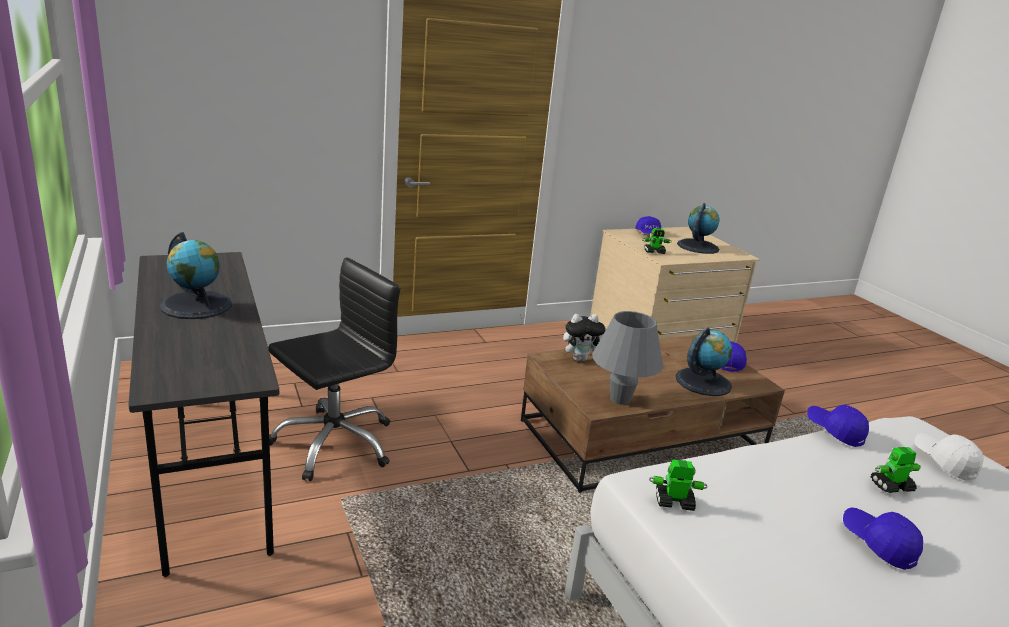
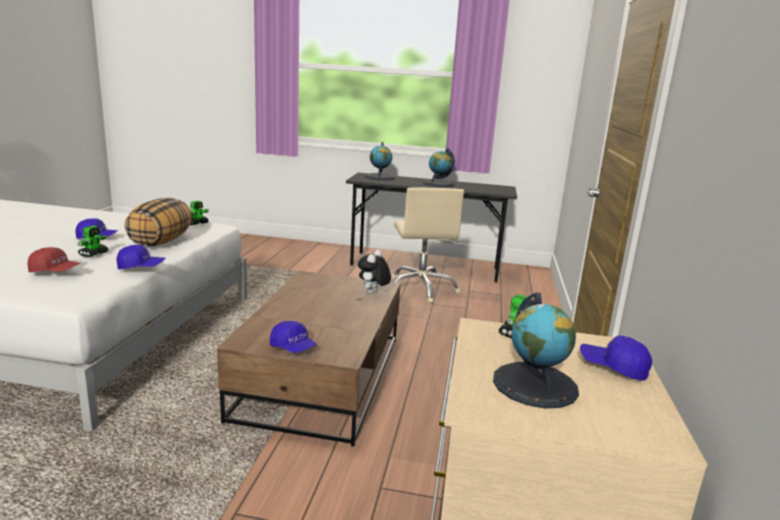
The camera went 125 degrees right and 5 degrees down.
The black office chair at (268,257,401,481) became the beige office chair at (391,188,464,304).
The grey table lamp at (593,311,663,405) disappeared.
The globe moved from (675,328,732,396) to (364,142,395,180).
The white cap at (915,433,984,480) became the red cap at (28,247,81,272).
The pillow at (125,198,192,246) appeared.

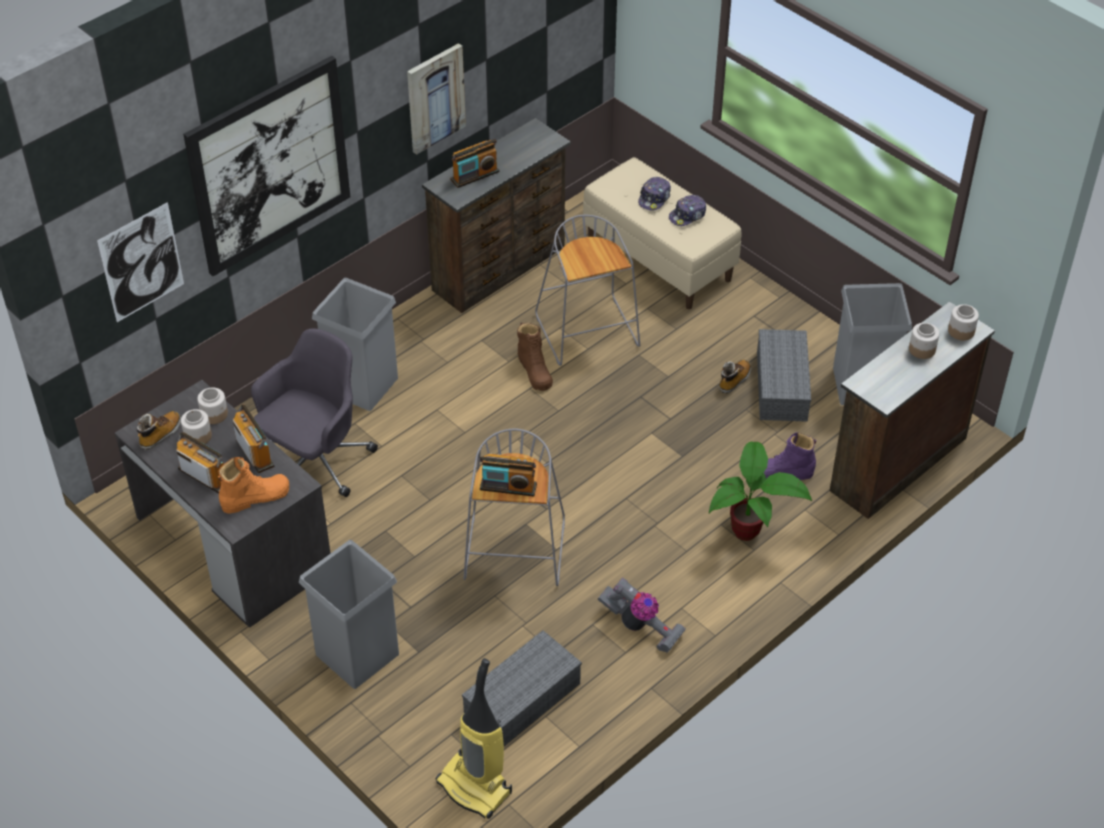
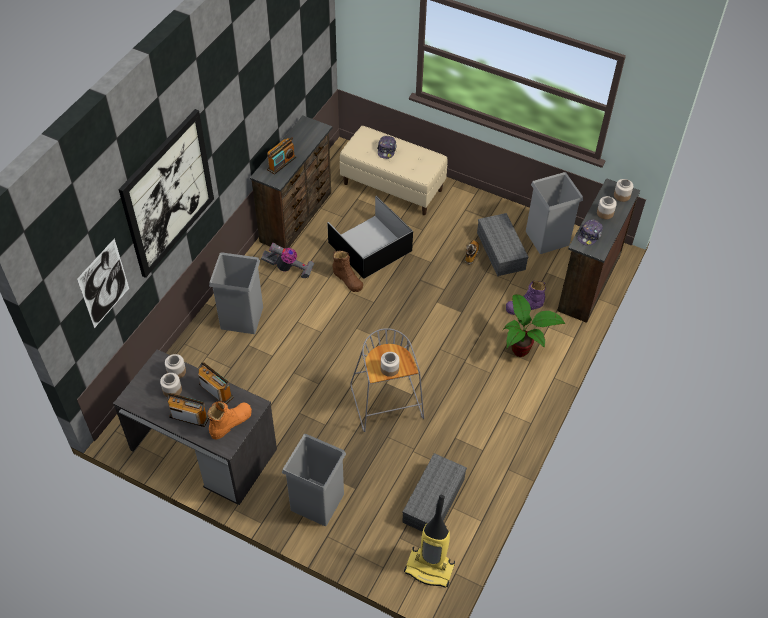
The camera went 20 degrees left and 5 degrees up.
The boot at (136,411,181,450) disappeared.
The grey office chair at (251,328,378,497) disappeared.
The picture at (407,43,466,155) disappeared.
The radio at (480,453,537,496) was replaced by the jar at (381,352,399,377).
The grey stool at (535,215,640,366) was replaced by the black storage box at (327,196,413,279).
The vacuum cleaner moved from (598,577,686,653) to (261,243,314,279).
The cap moved from (669,195,706,226) to (578,219,603,246).

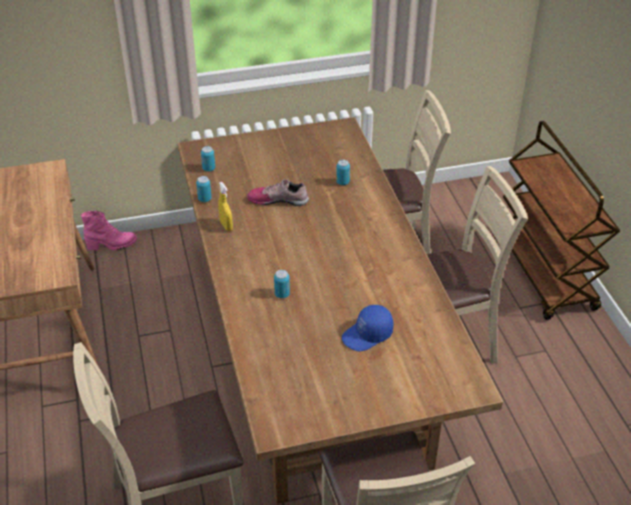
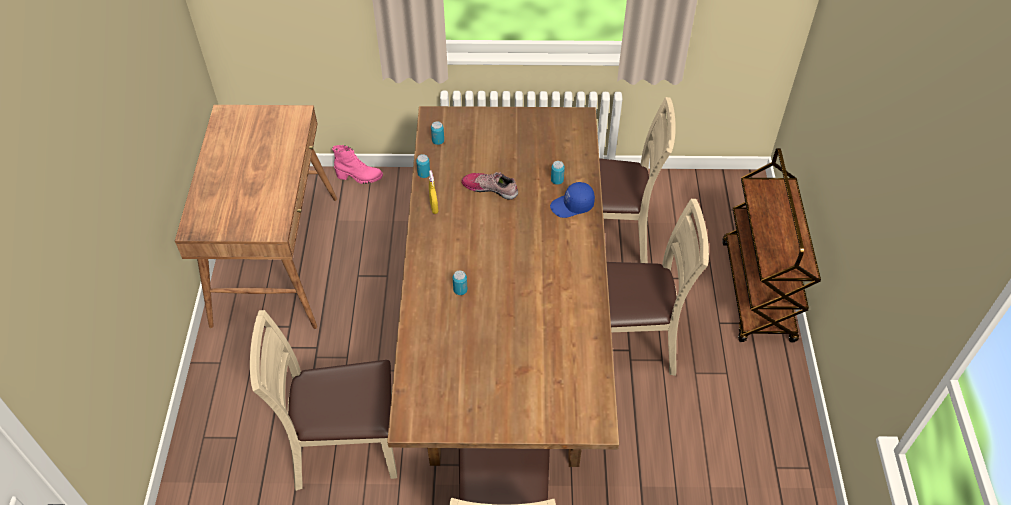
The camera went 15 degrees right and 10 degrees up.
The blue cap moved from (342,305,394,351) to (550,182,595,218).

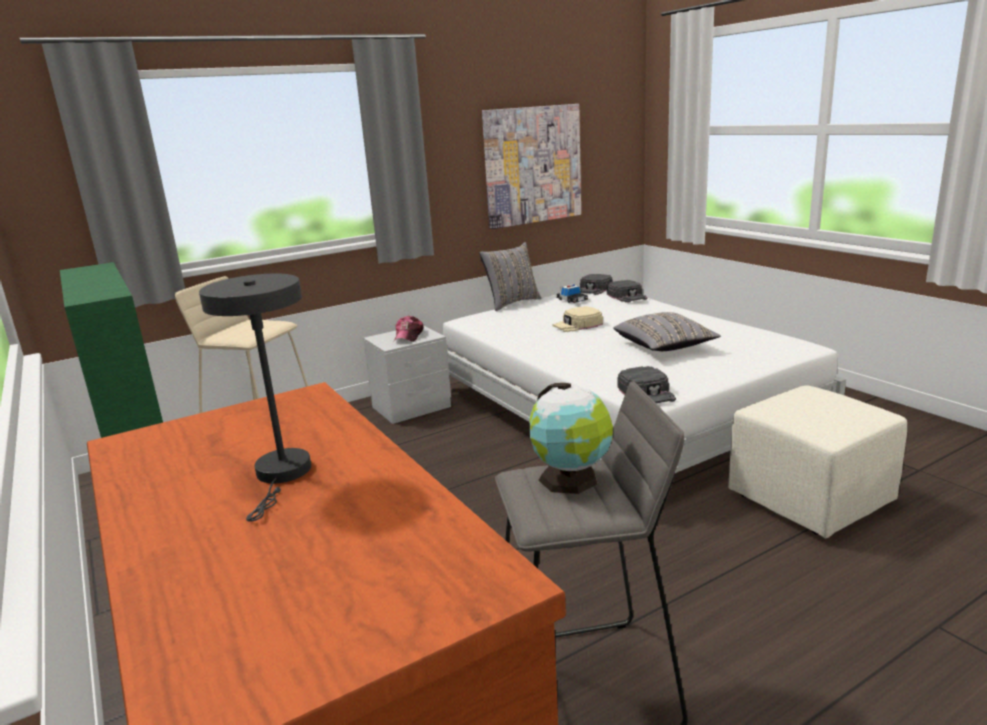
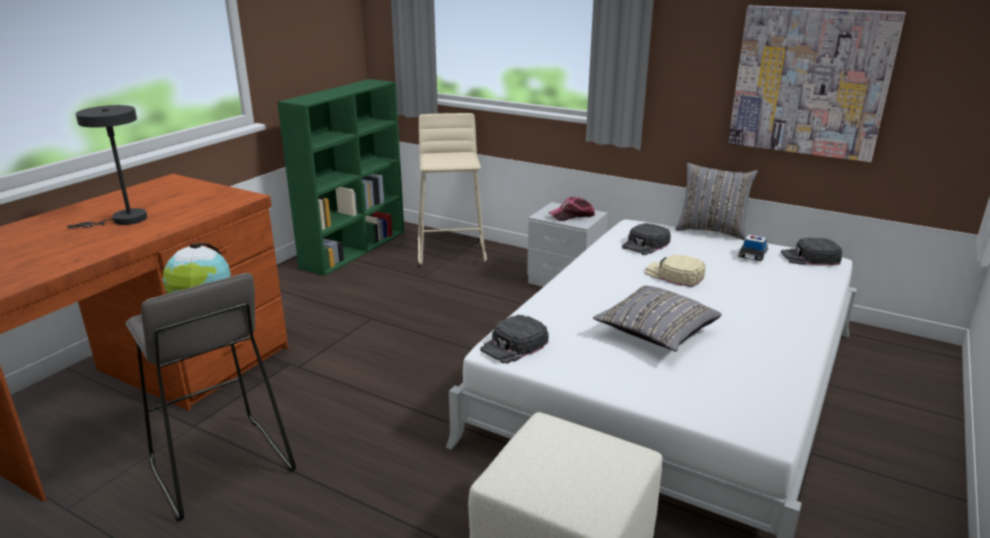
The camera went 60 degrees right and 5 degrees up.
The black cap moved from (607,280,647,302) to (622,223,671,255).

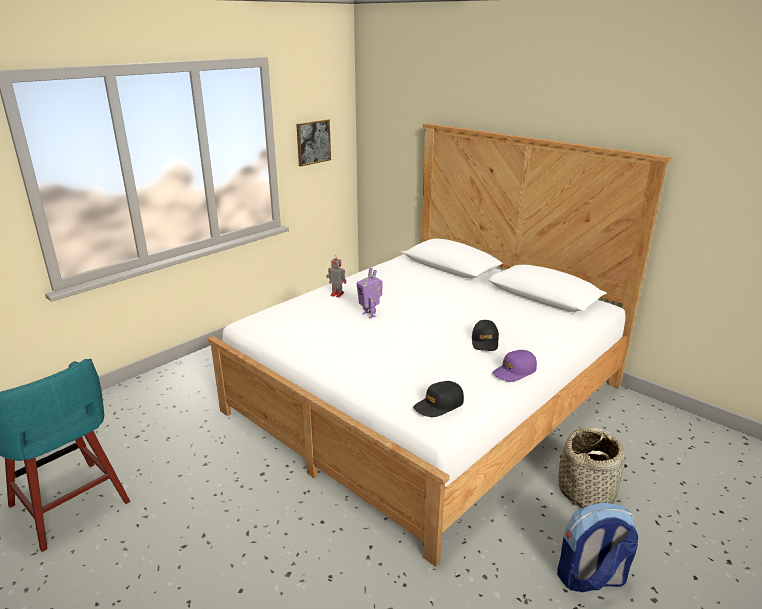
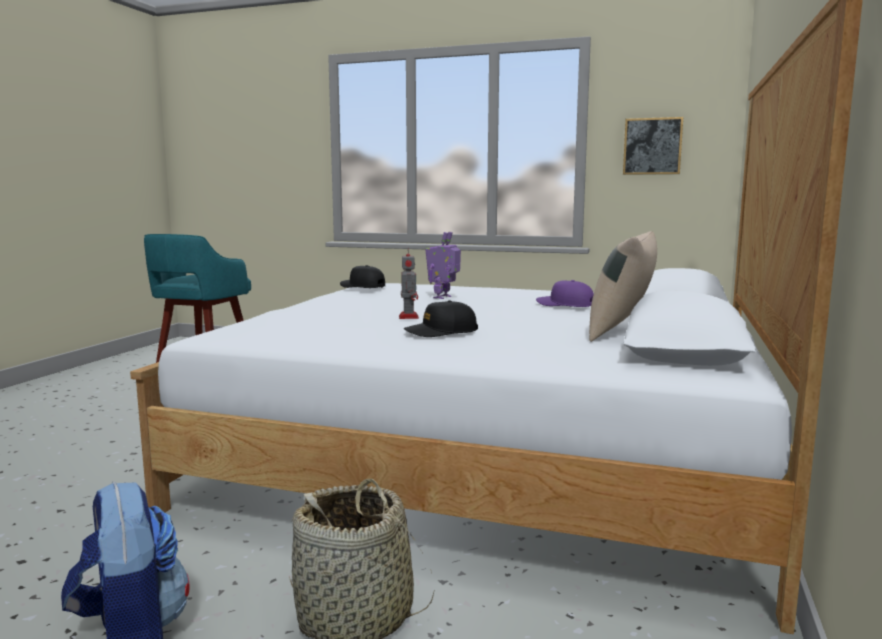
The camera went 65 degrees right and 15 degrees down.
The toy robot moved from (326,255,346,297) to (399,253,419,319).
The black cap moved from (413,381,464,417) to (340,265,386,288).
The purple cap moved from (492,350,537,382) to (536,280,594,307).
The beige pillow at (589,231,657,342) appeared.

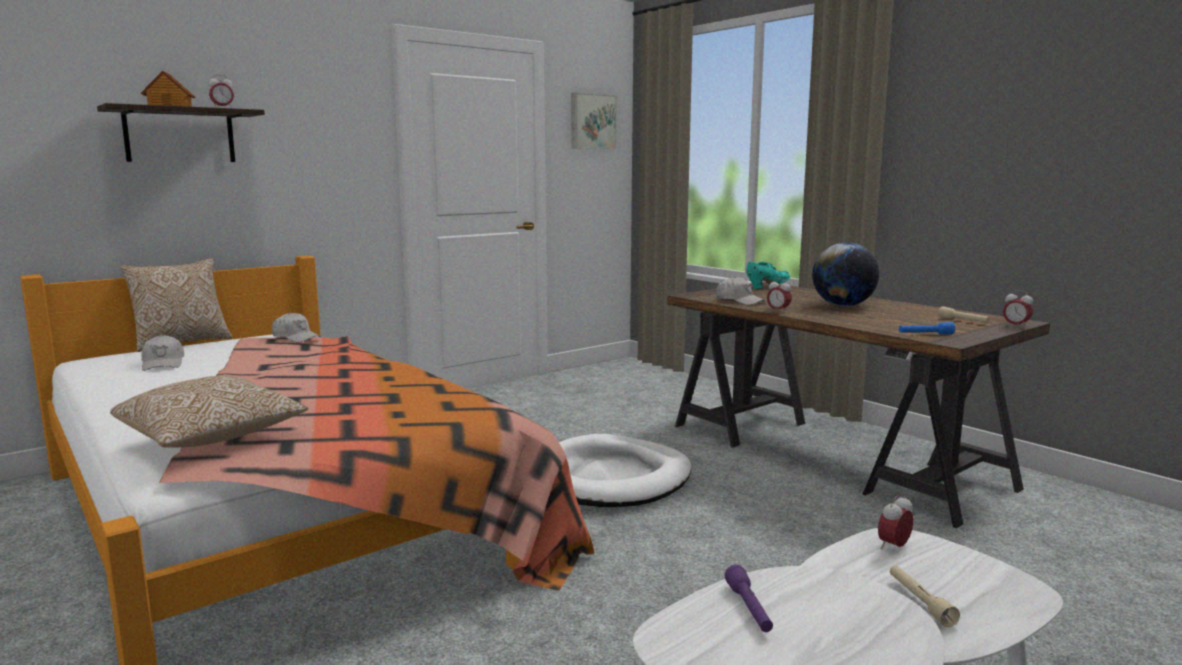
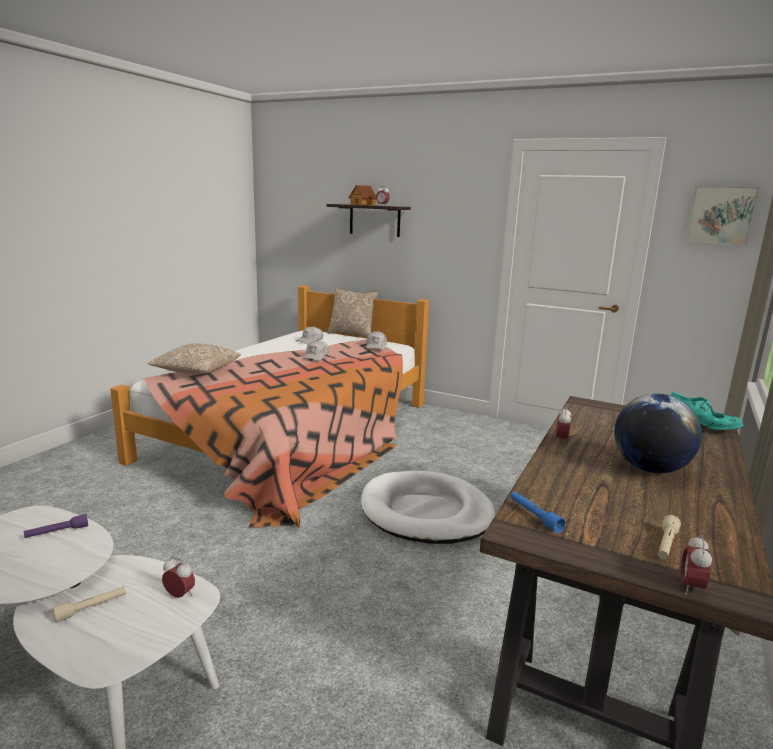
The camera went 65 degrees right and 5 degrees up.
The white cap moved from (716,276,765,305) to (302,340,329,361).

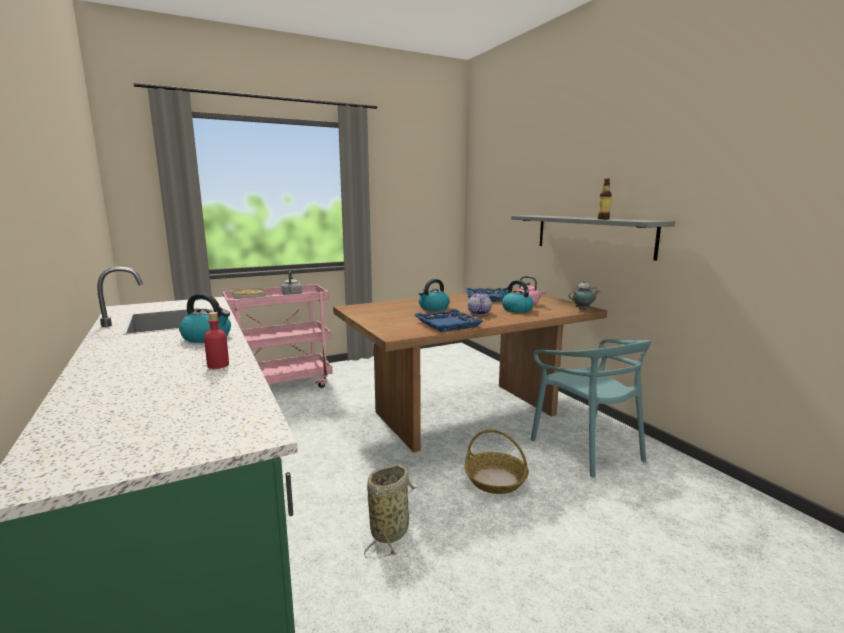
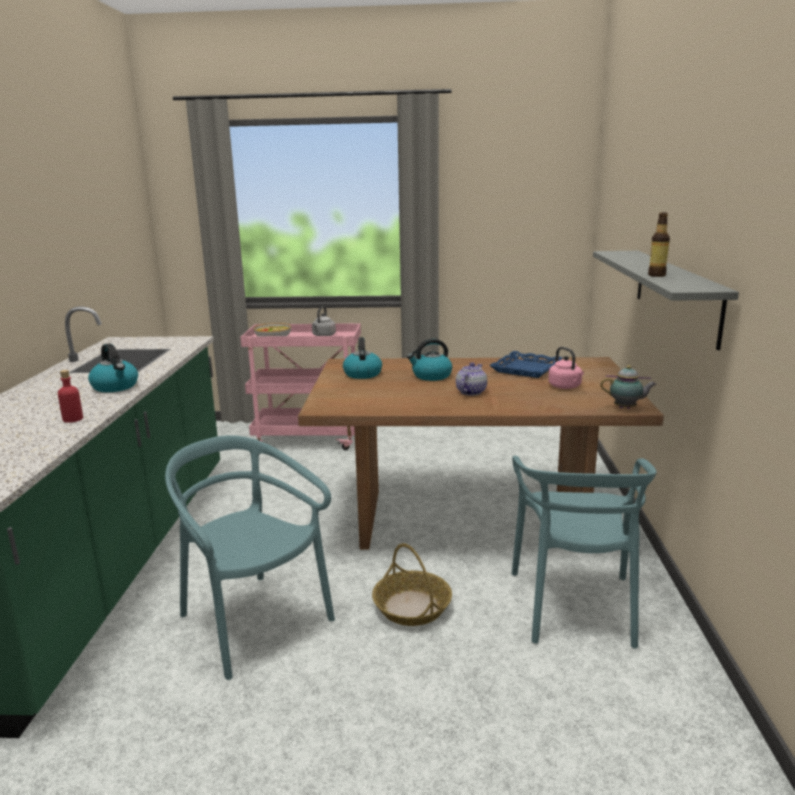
The camera went 30 degrees right and 5 degrees up.
The basket at (364,465,417,558) was replaced by the turquoise chair at (165,435,335,680).
The blue tray at (414,309,483,332) disappeared.
The kettle moved from (502,280,534,313) to (343,337,382,379).

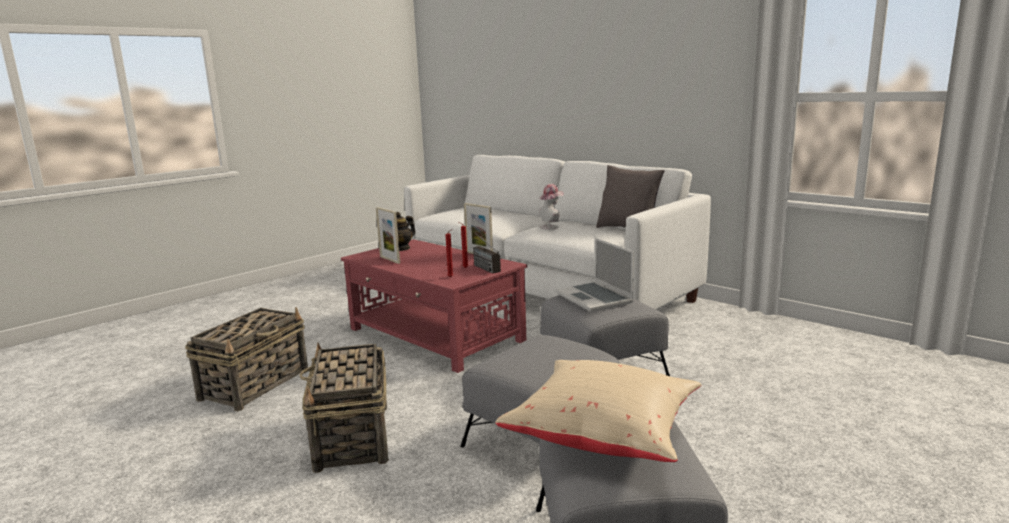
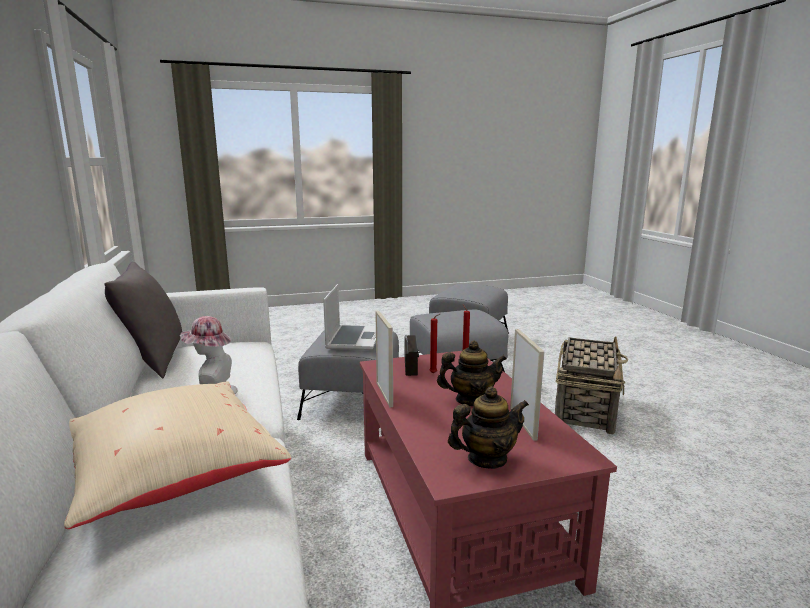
The camera went 150 degrees left and 0 degrees up.
The basket at (185,307,308,411) disappeared.
The beige pillow moved from (495,360,701,462) to (64,381,291,529).
The teapot at (437,340,507,406) appeared.

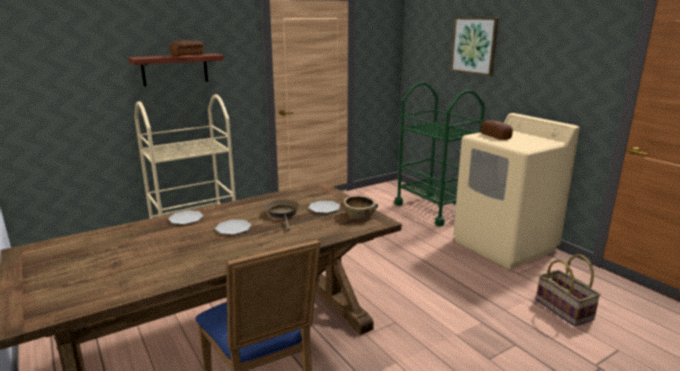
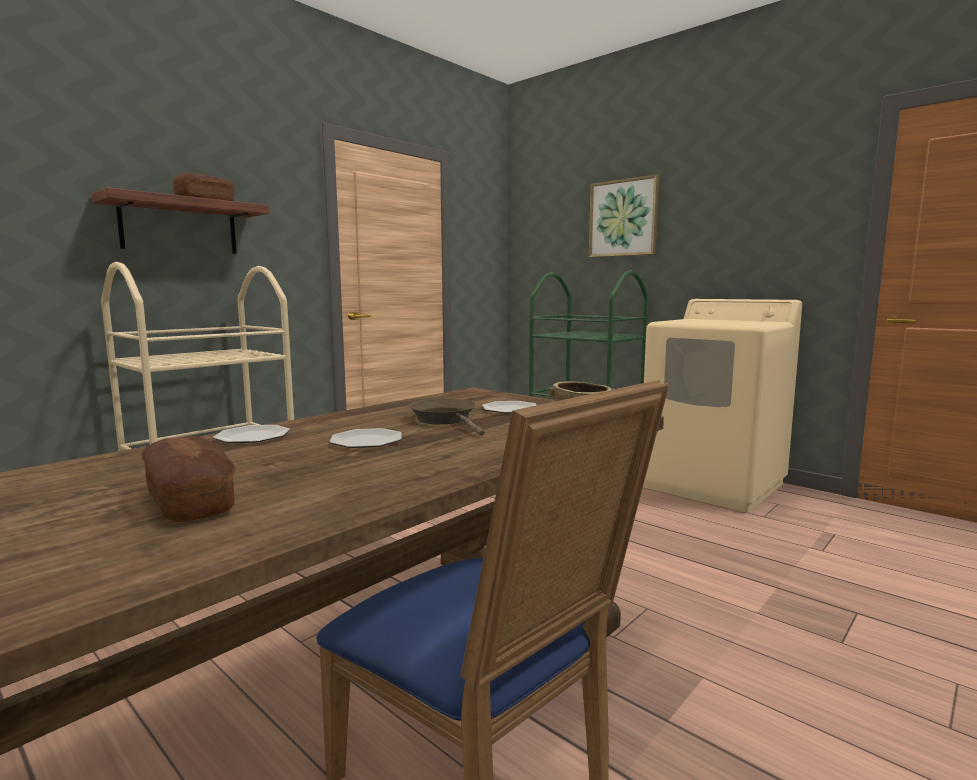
The camera went 15 degrees left and 10 degrees down.
The bread moved from (481,120,513,140) to (141,436,235,522).
The basket at (536,254,601,326) disappeared.

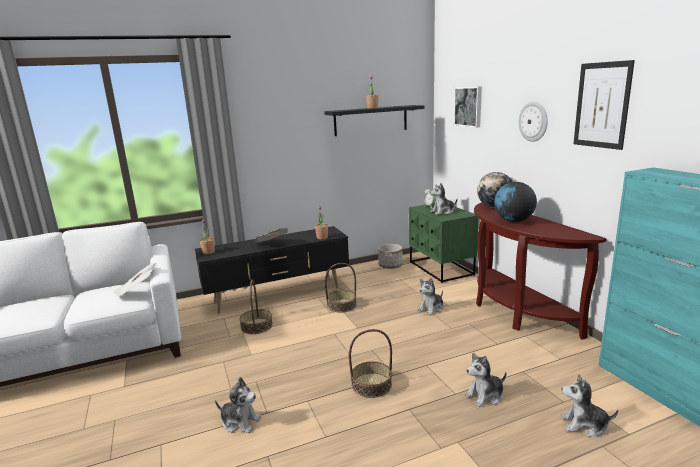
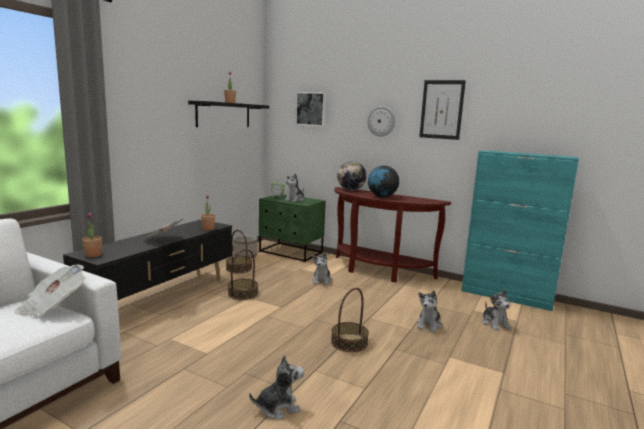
The camera went 40 degrees left and 5 degrees down.
The basket moved from (240,280,273,334) to (226,230,252,273).
The plush toy at (561,374,618,437) turned 75 degrees counterclockwise.

